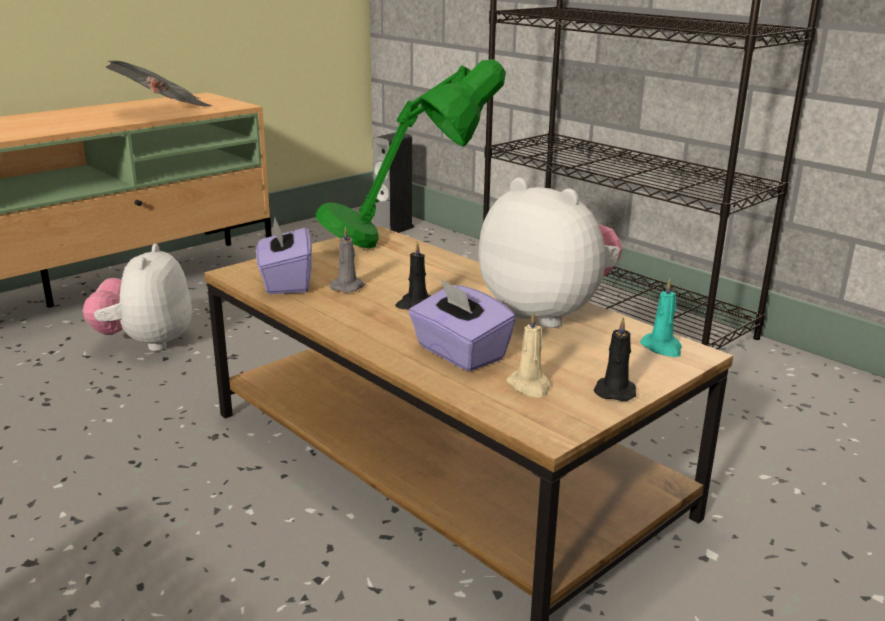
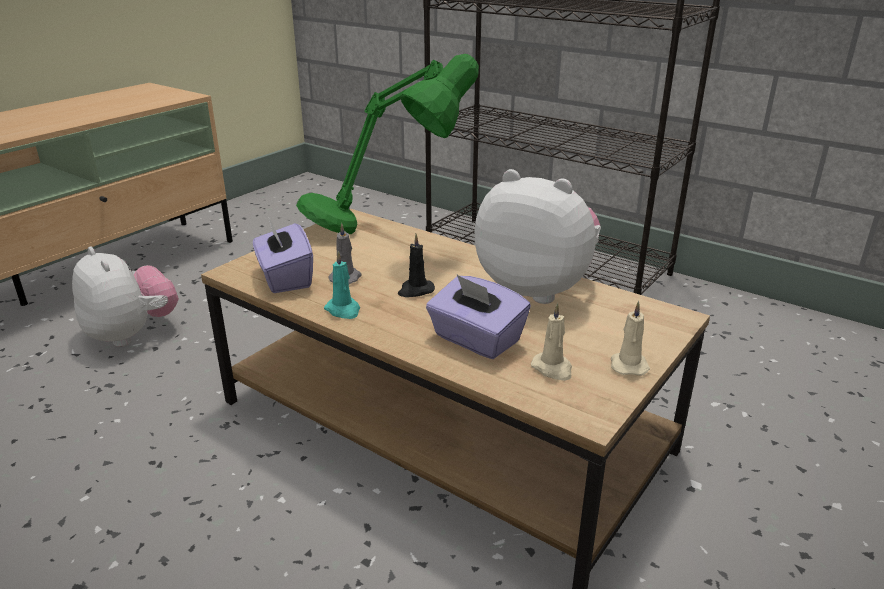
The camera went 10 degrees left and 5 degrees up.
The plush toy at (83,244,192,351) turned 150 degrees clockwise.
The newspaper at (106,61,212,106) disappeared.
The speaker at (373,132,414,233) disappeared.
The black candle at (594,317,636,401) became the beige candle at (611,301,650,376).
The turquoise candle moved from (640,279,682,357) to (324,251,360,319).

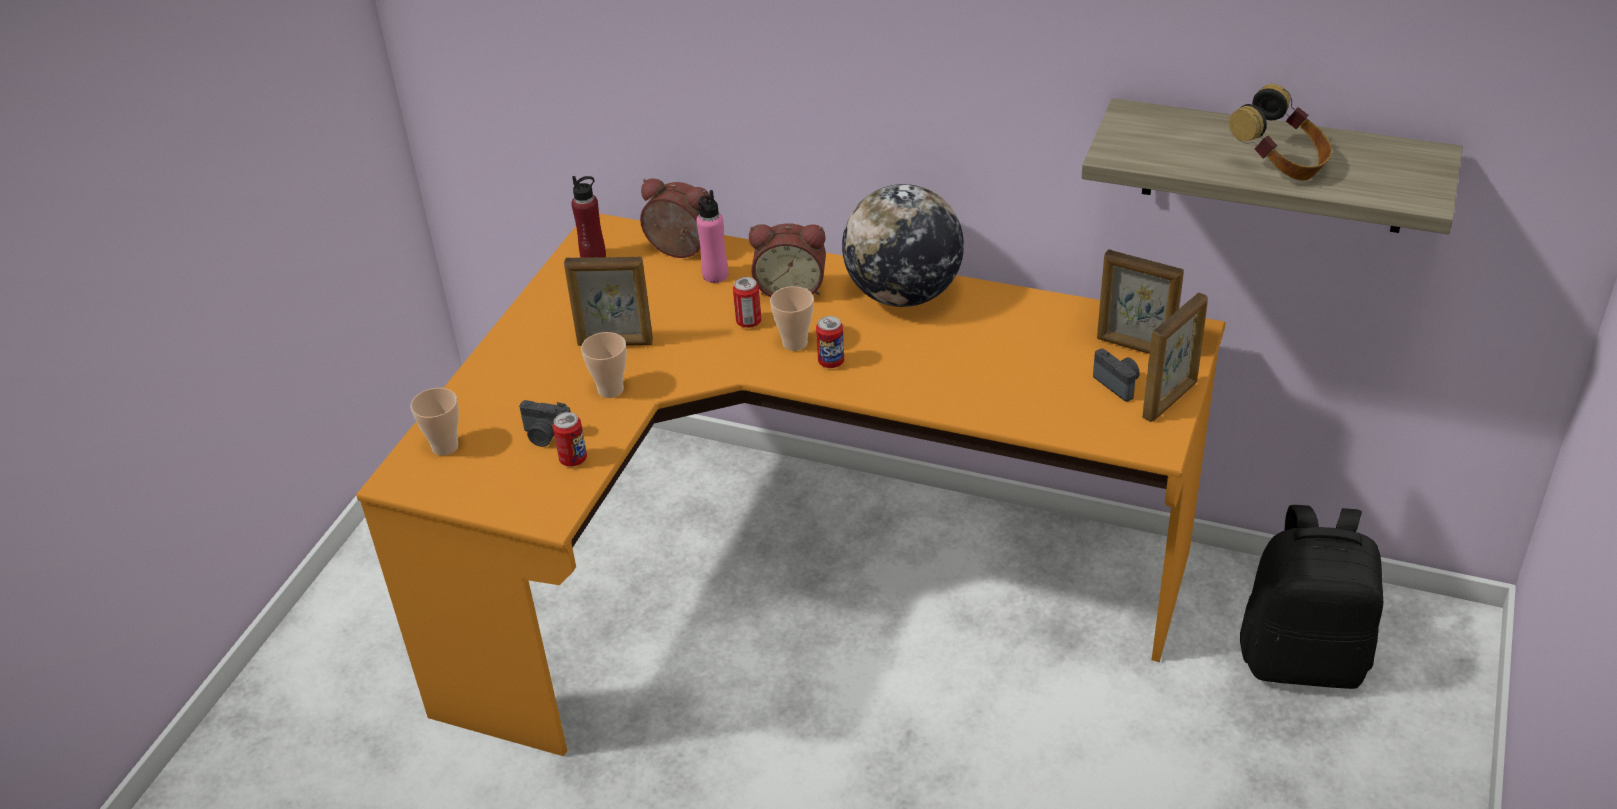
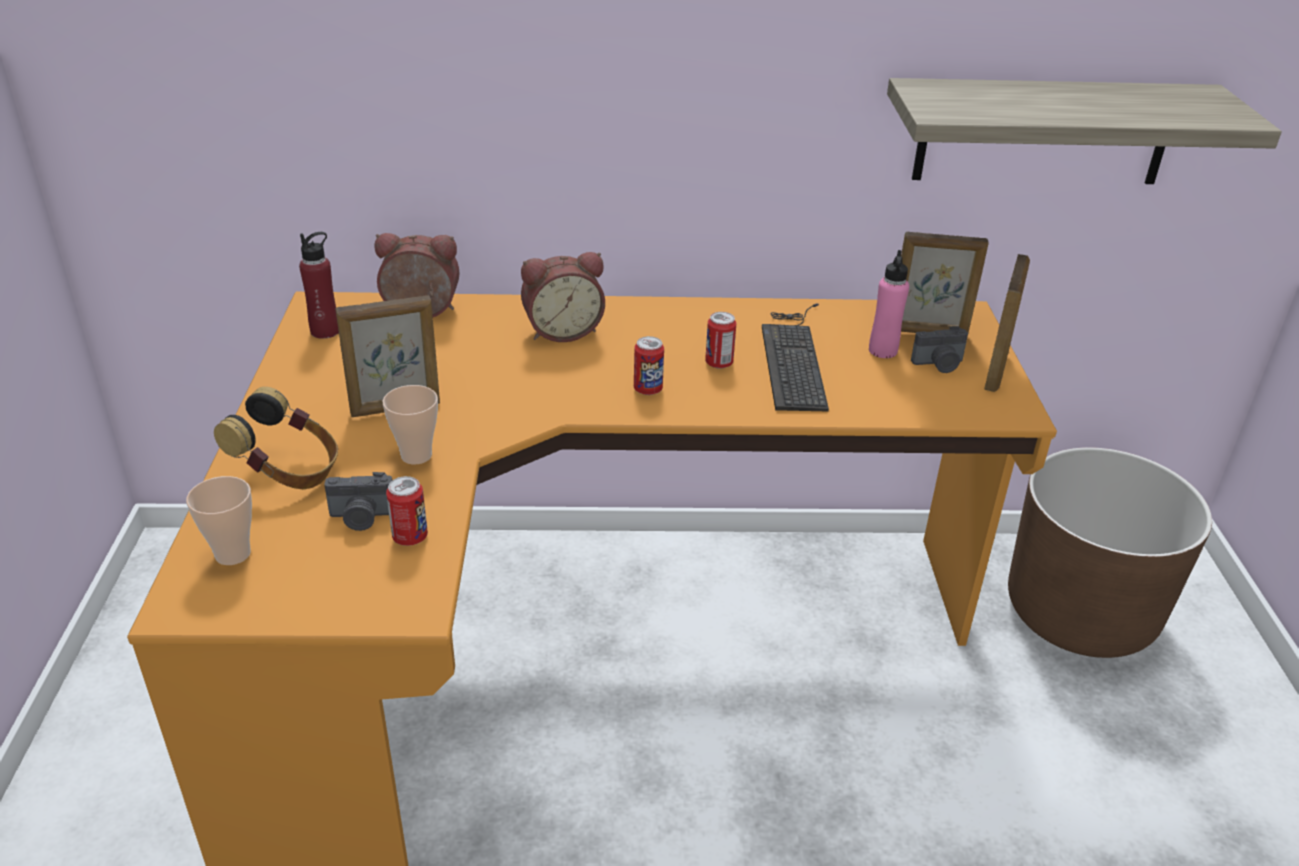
The camera went 25 degrees left and 5 degrees down.
The pink bottle moved from (696,190,728,283) to (869,250,909,358).
The can moved from (733,277,761,328) to (705,312,736,369).
The cup at (770,286,814,351) disappeared.
The globe at (842,184,964,307) disappeared.
The photo camera at (1093,348,1140,401) turned 135 degrees clockwise.
The headphones moved from (1229,84,1332,181) to (214,387,338,489).
The black backpack at (1240,505,1383,689) was replaced by the brown planter at (1008,447,1212,658).
The keyboard at (762,303,829,411) appeared.

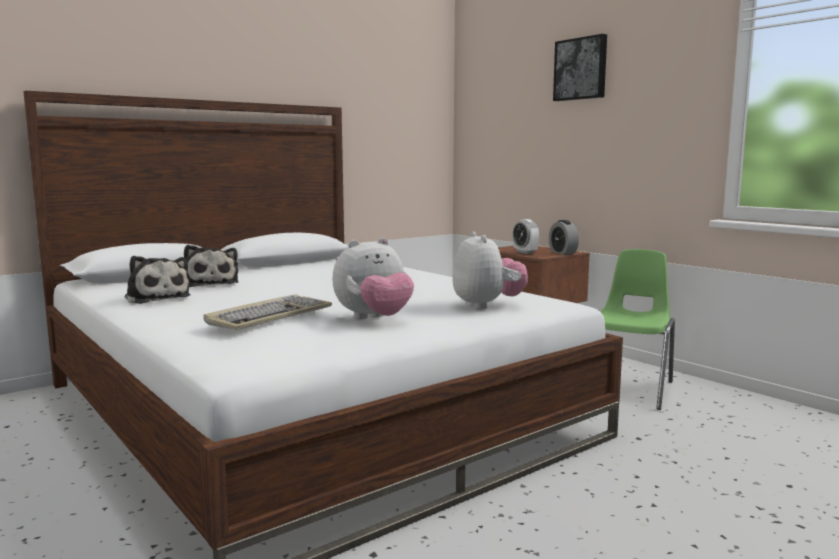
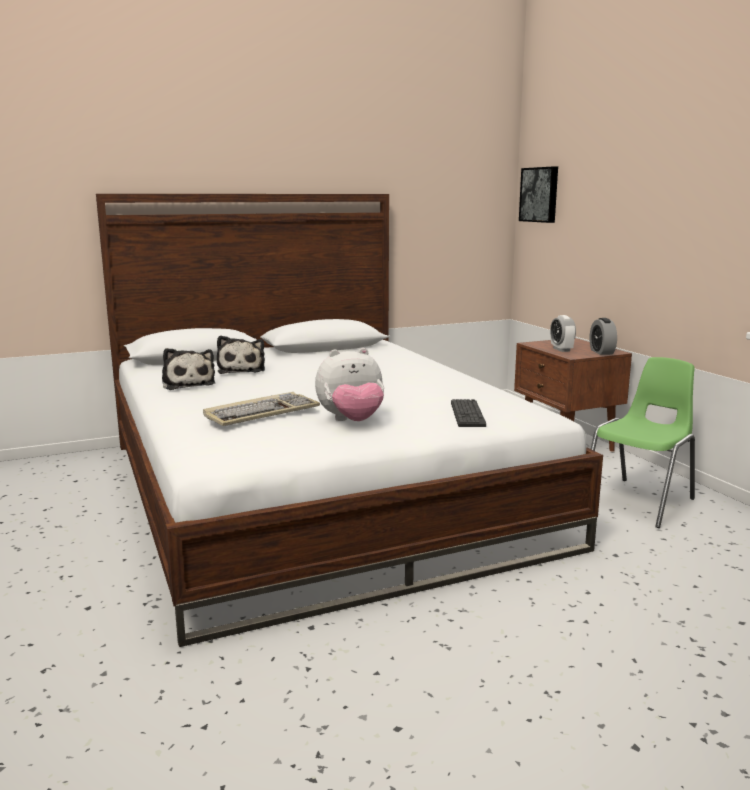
The camera went 15 degrees right and 5 degrees up.
The plush toy at (453,232,528,309) was replaced by the keyboard at (451,399,486,427).
The picture moved from (553,34,607,101) to (519,166,558,223).

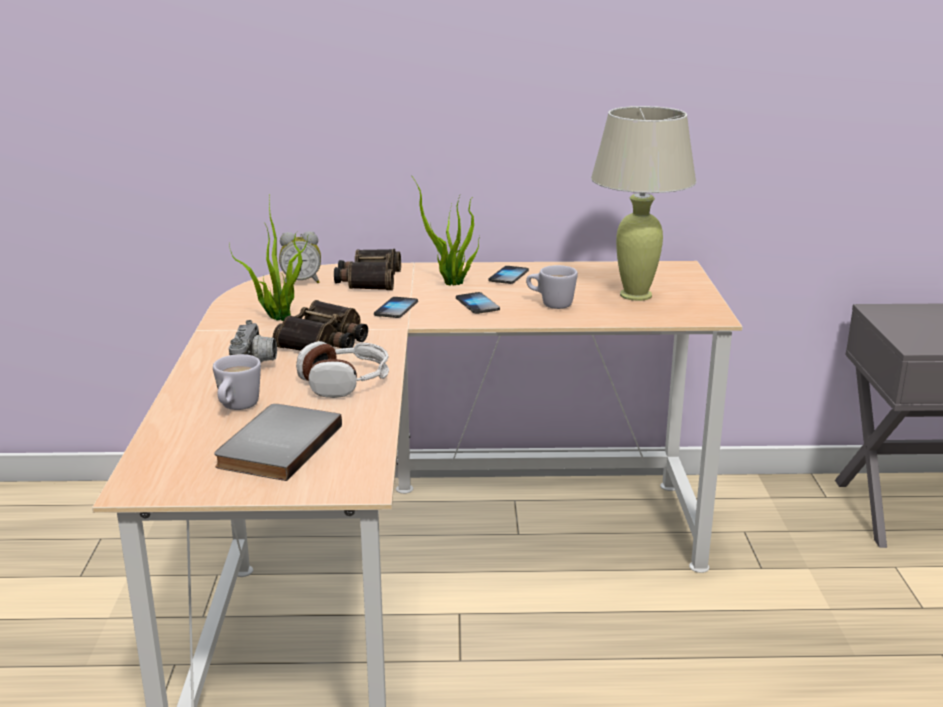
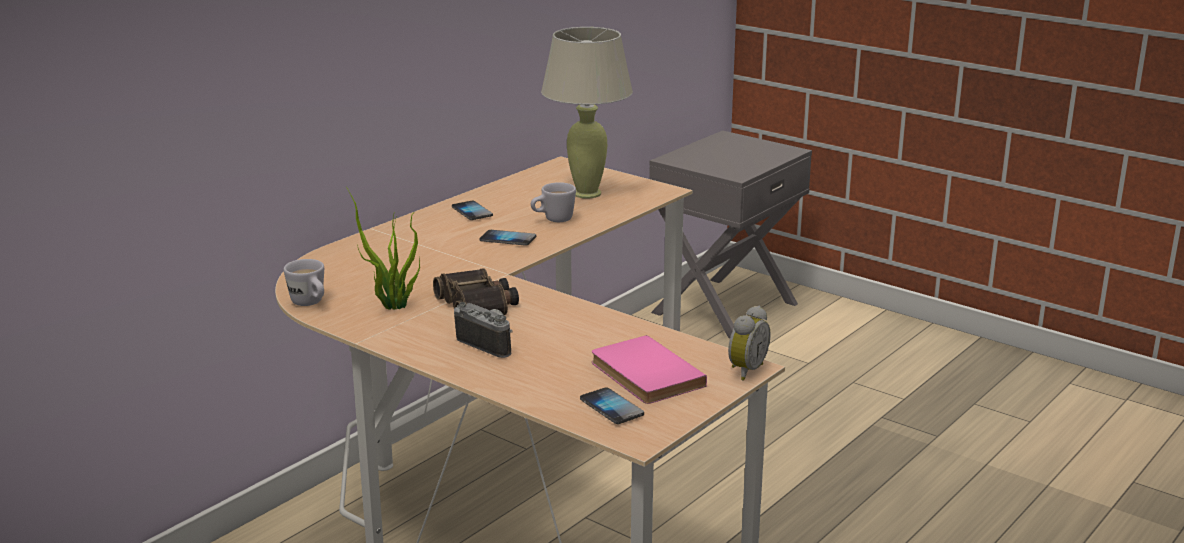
The camera went 50 degrees left and 0 degrees up.
The white mug moved from (213,354,261,410) to (284,259,324,306).
The grey book at (214,404,342,481) became the pink book at (592,335,707,404).
The alarm clock moved from (279,231,321,285) to (728,306,770,381).
The headphones at (296,341,389,398) disappeared.
The binoculars at (334,249,401,290) disappeared.
The phone moved from (374,297,418,318) to (580,387,644,424).
The potted plant at (412,176,480,286) disappeared.

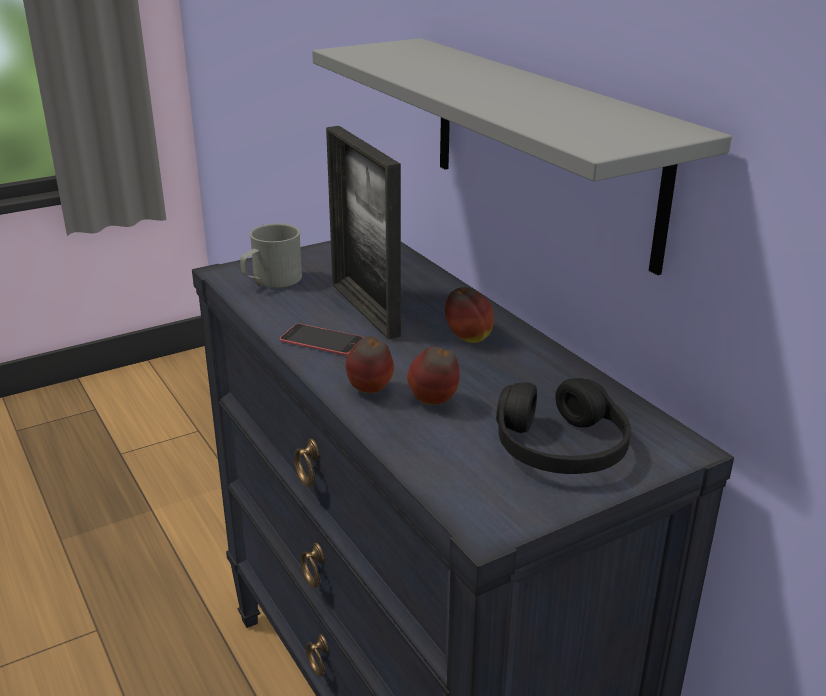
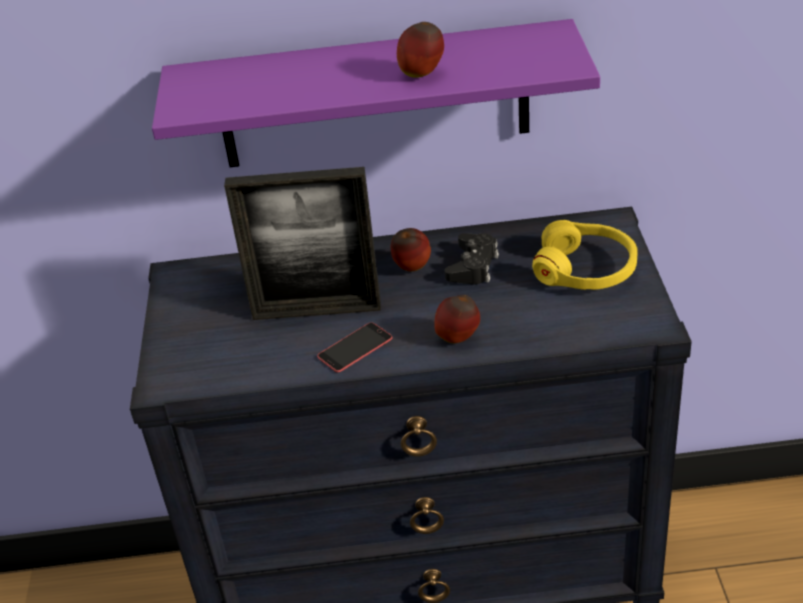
The camera went 60 degrees left and 10 degrees up.
The grey mug at (240,223,302,288) disappeared.
The grey shelf at (312,38,732,275) became the purple shelf at (152,19,600,167).
The apple moved from (407,346,460,405) to (397,22,444,78).
The black headphones at (496,378,631,474) became the yellow headphones at (532,220,638,290).
The black game controller at (445,233,499,285) appeared.

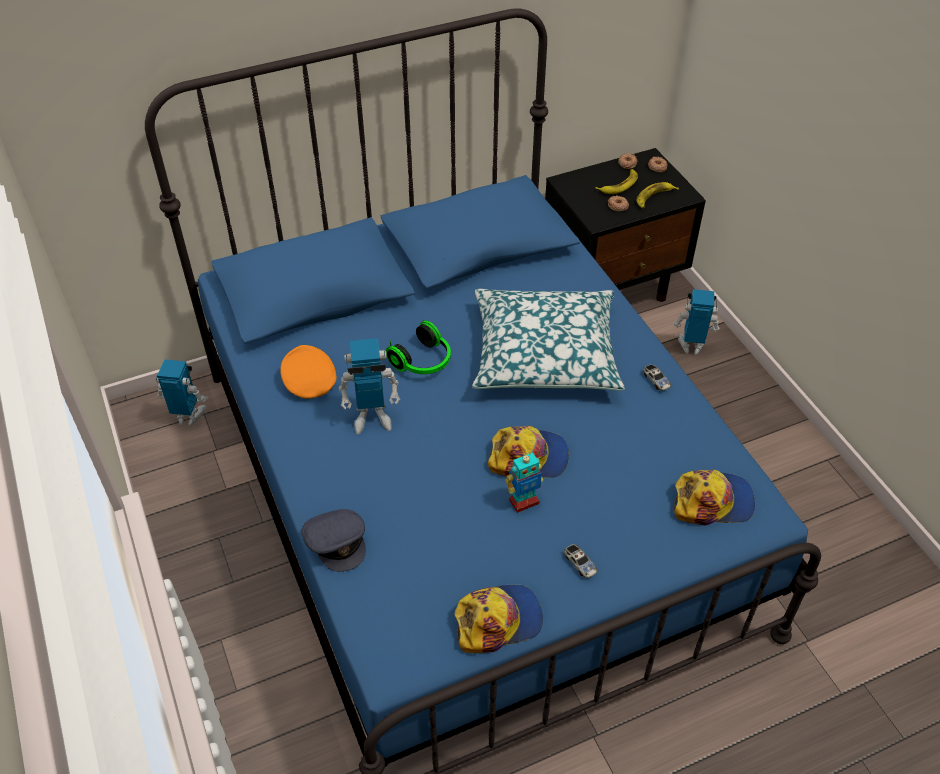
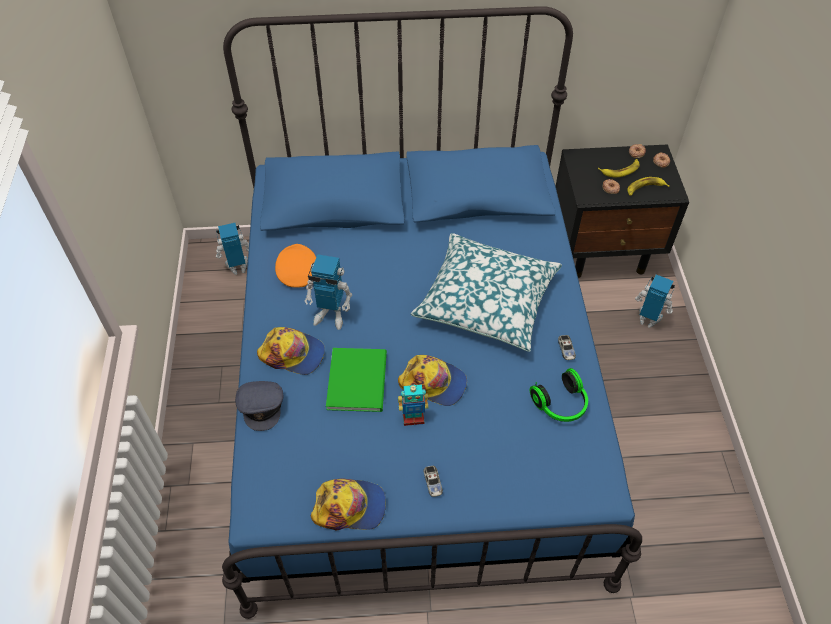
The camera went 20 degrees right and 5 degrees up.
The toy robot at (156,359,208,426) turned 45 degrees counterclockwise.
The headphones moved from (386,320,451,374) to (530,368,588,422).
The cap moved from (674,470,755,525) to (257,327,325,375).
The green book at (326,348,387,412) appeared.

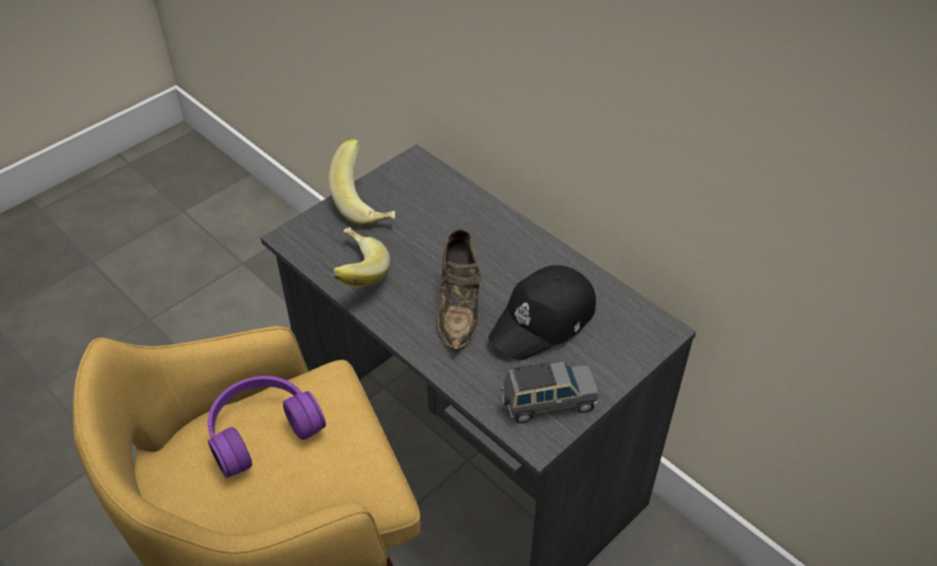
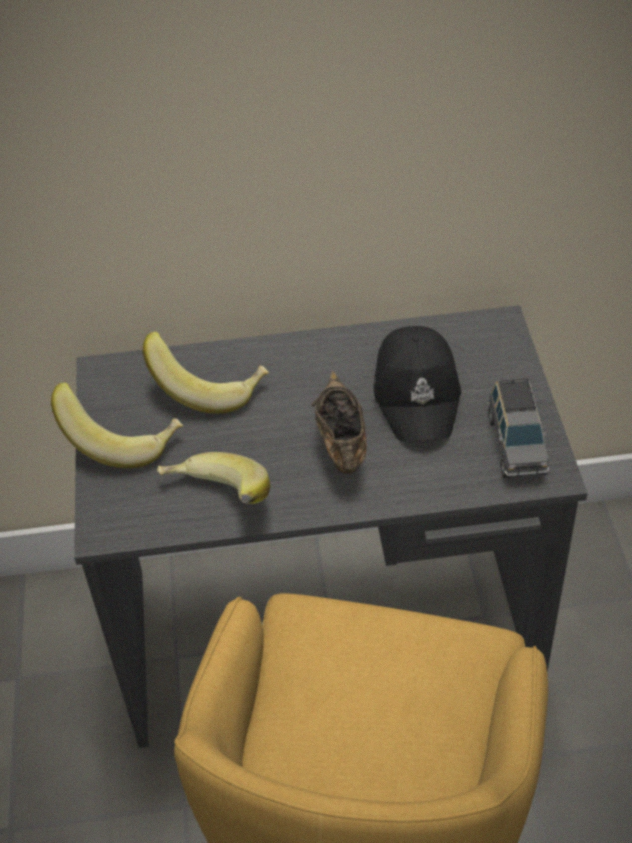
The camera went 50 degrees left and 0 degrees up.
The purple headphones at (208,376,326,478) disappeared.
The brown shoe at (438,229,483,351) turned 135 degrees counterclockwise.
The grey toy car at (501,362,598,424) turned 150 degrees clockwise.
The banana at (143,332,269,414) appeared.

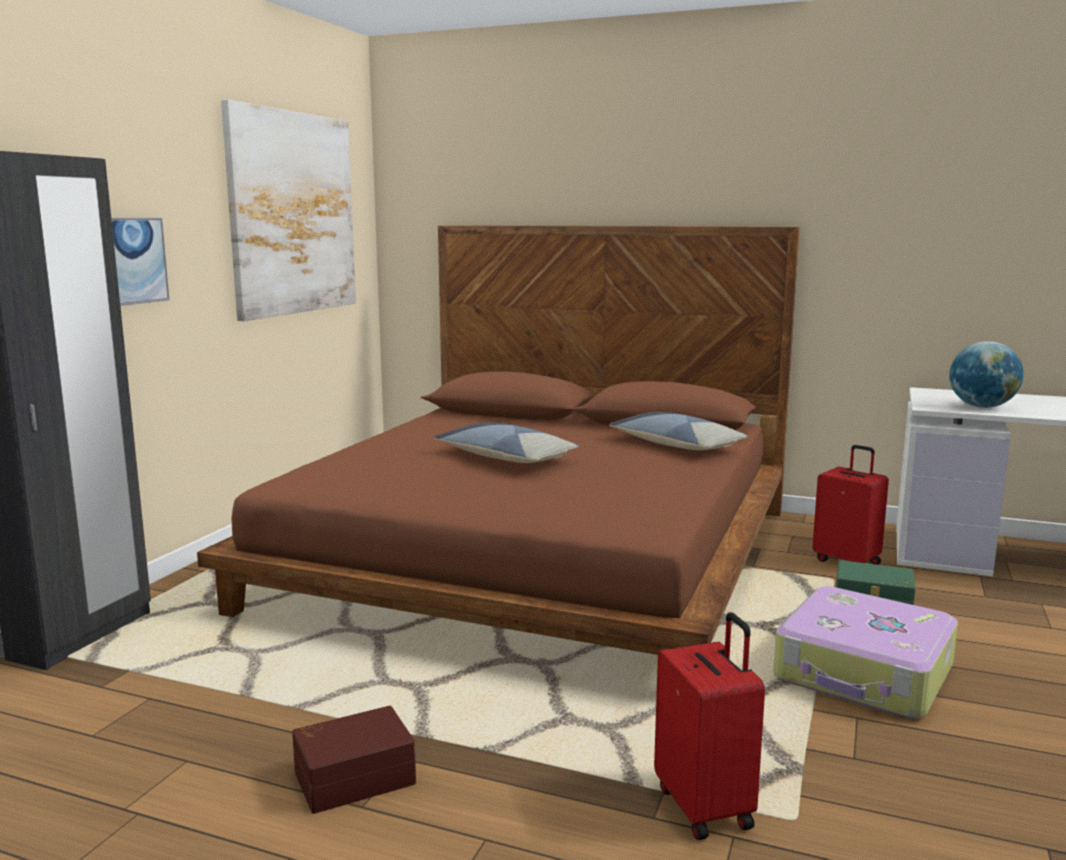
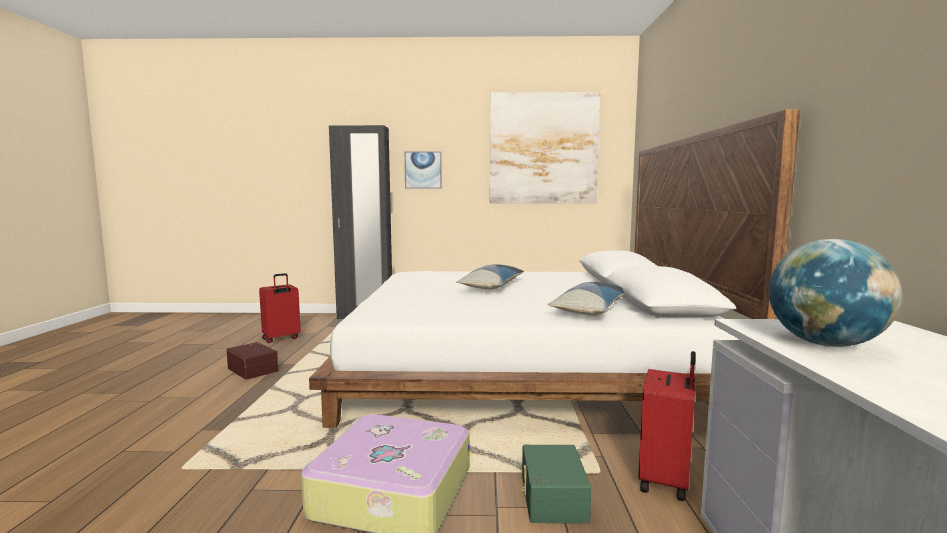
The camera went 70 degrees right and 5 degrees down.
The brown bed at (197,225,800,655) became the white bed at (309,109,800,428).
The red suitcase moved from (654,612,765,840) to (259,273,301,343).

